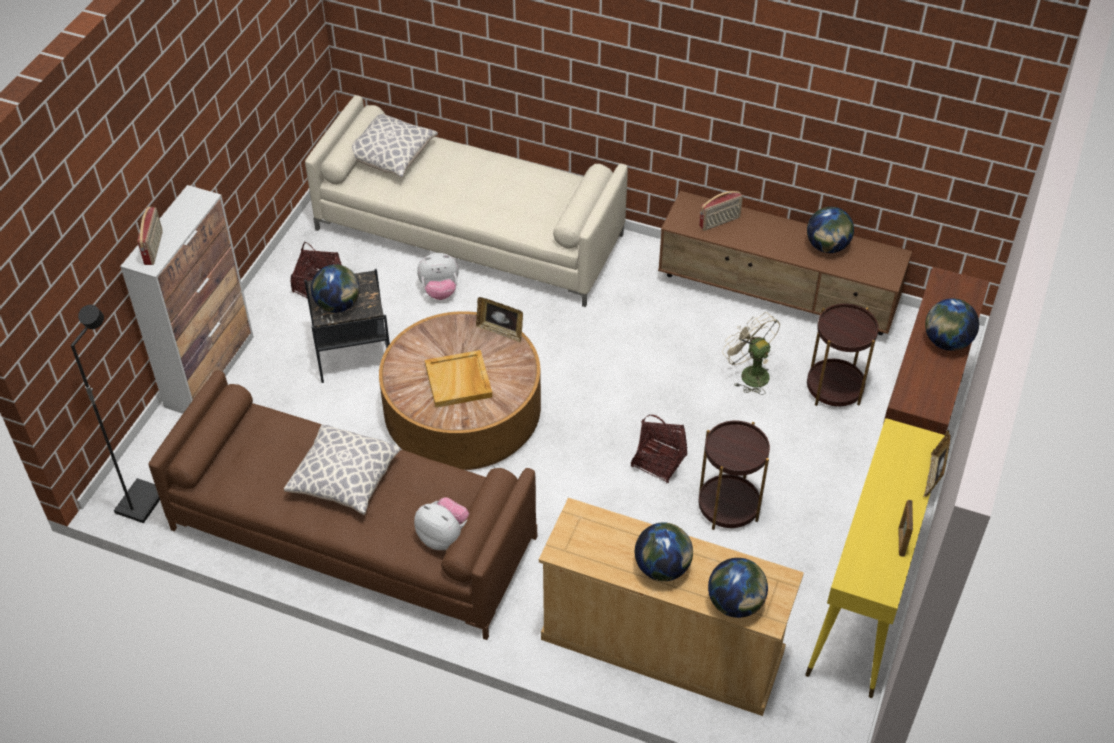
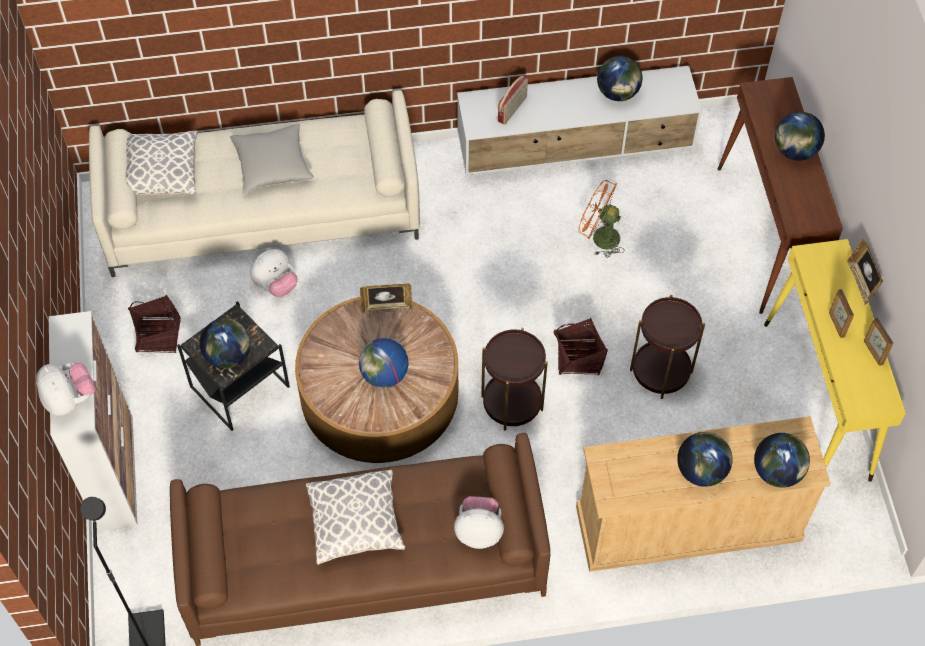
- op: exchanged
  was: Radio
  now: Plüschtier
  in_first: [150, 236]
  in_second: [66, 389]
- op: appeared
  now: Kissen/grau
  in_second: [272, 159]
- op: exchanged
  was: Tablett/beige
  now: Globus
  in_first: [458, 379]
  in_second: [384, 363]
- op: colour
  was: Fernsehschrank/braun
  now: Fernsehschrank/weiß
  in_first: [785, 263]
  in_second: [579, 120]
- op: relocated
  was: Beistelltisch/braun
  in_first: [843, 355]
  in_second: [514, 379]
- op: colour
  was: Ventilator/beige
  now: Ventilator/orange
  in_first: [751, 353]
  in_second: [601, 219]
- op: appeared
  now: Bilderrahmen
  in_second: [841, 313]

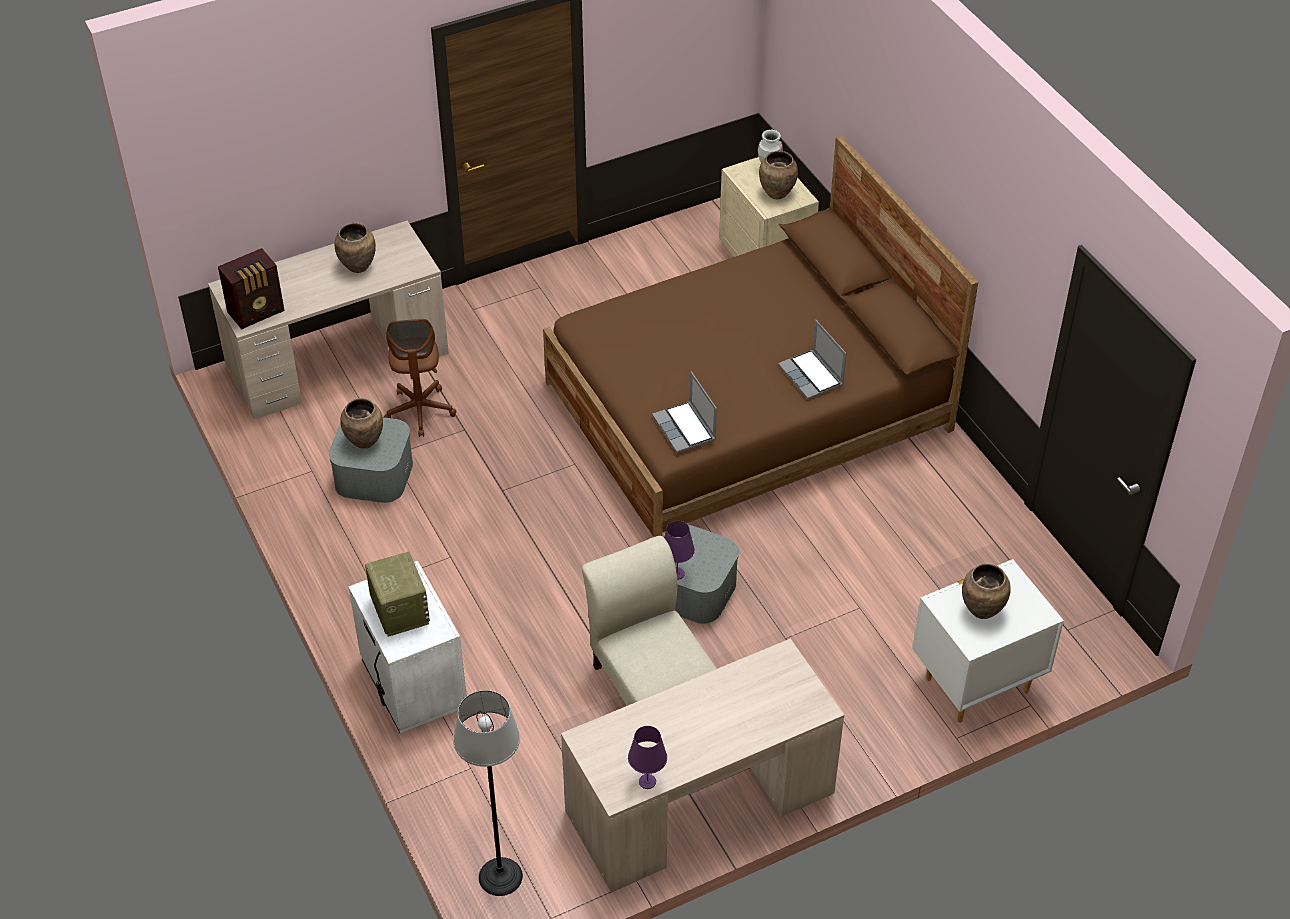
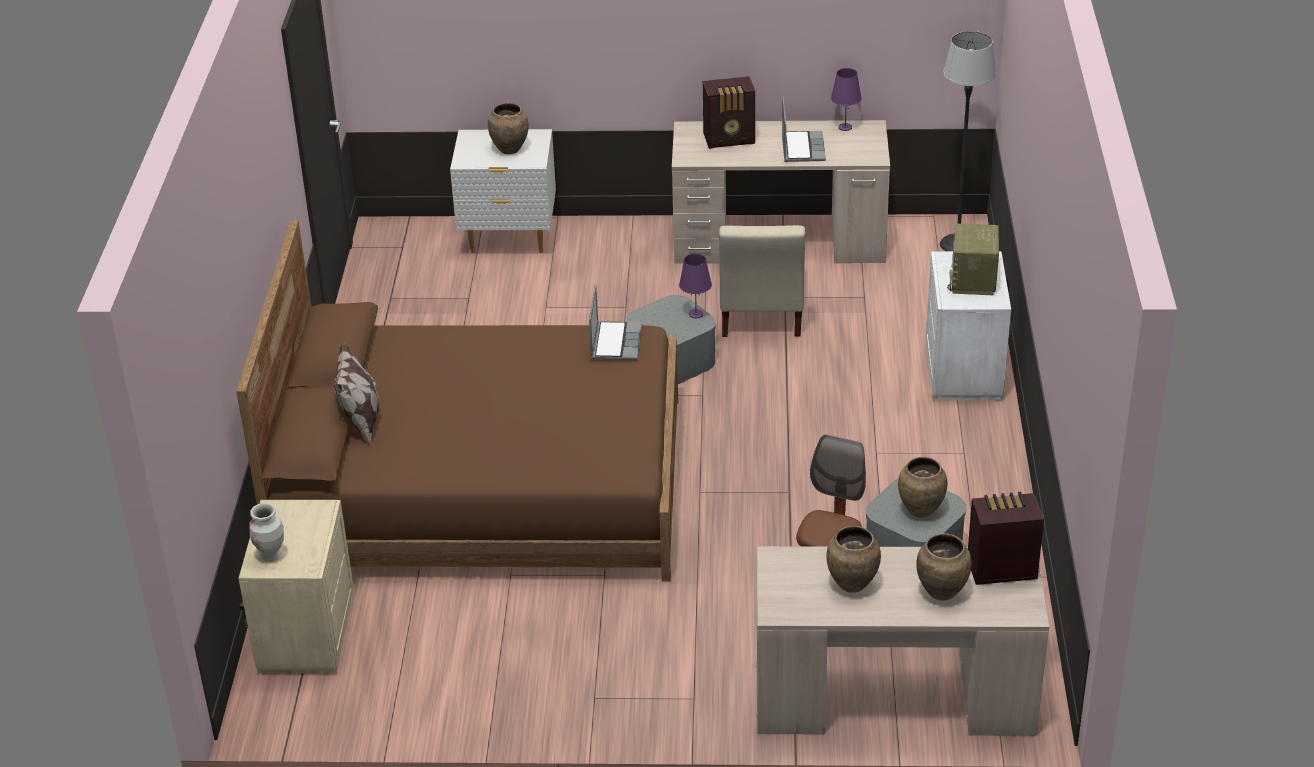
- op: appeared
  now: Kissen
  in_second: [356, 394]
- op: appeared
  now: Radio
  in_second: [729, 112]
- op: relocated
  was: Laptop
  in_first: [812, 359]
  in_second: [804, 129]
- op: relocated
  was: Vase/braun
  in_first: [778, 175]
  in_second: [944, 567]

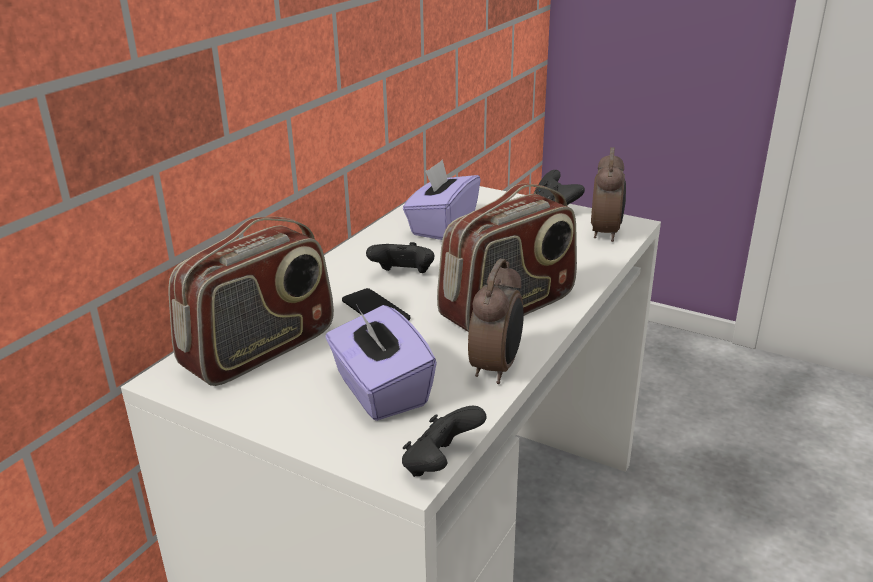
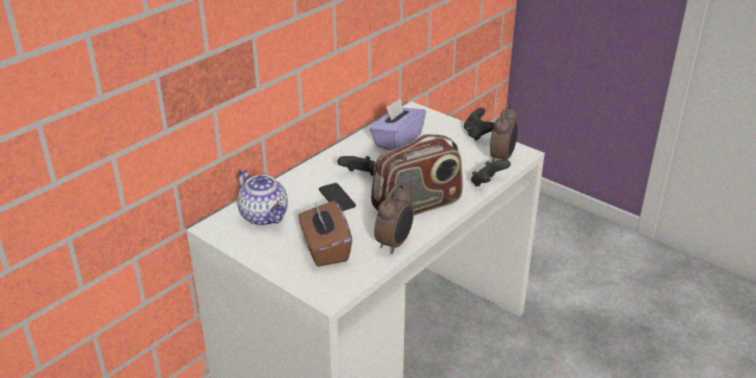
- op: exchanged
  was: Radio
  now: Teekanne
  in_first: [251, 301]
  in_second: [262, 198]
- op: colour
  was: Taschentuchbox/lila
  now: Taschentuchbox/braun
  in_first: [381, 362]
  in_second: [325, 234]
- op: relocated
  was: Gamepad/schwarz
  in_first: [444, 441]
  in_second: [491, 173]

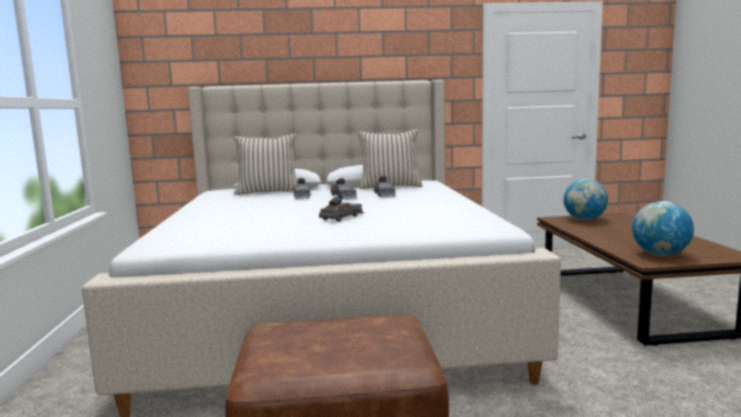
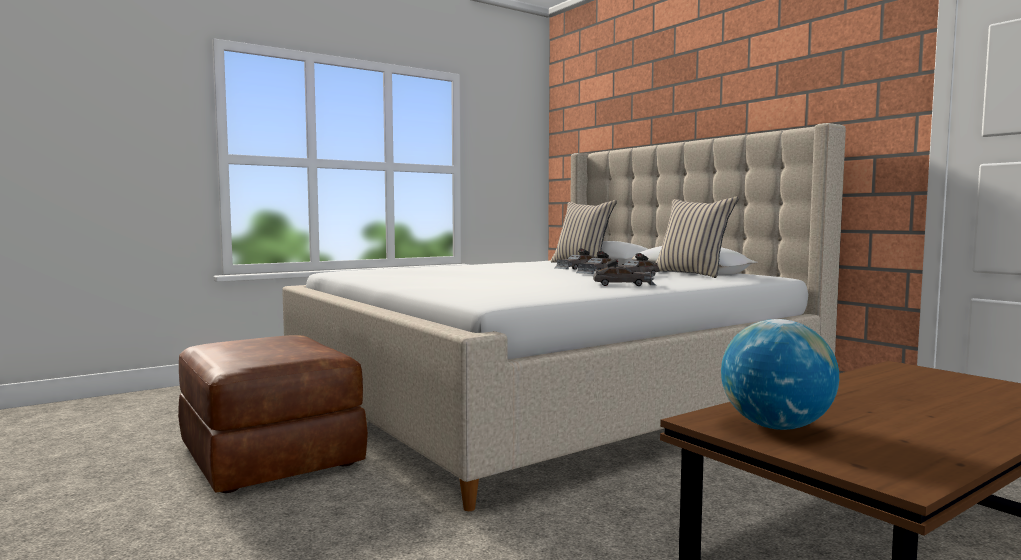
- op: relocated
  was: Spielzeugauto/grau
  in_first: [341, 209]
  in_second: [624, 272]
- op: missing
  was: Globus
  in_first: [585, 199]

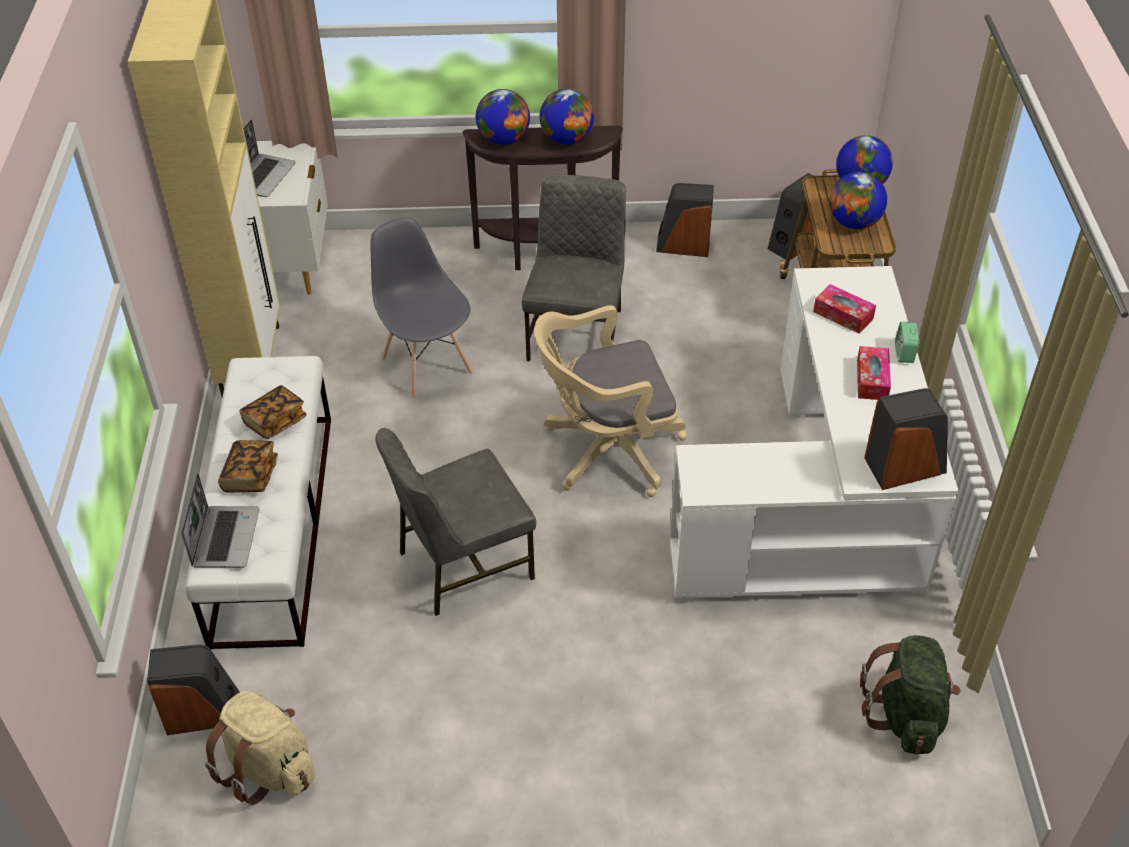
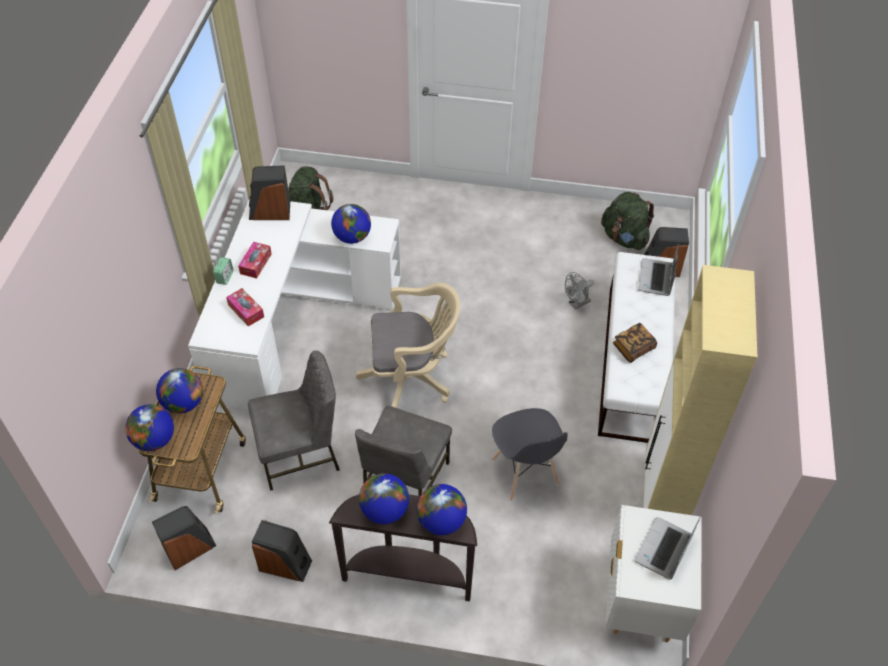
- op: relocated
  was: Stuhl/grau
  in_first: [455, 522]
  in_second: [294, 420]
- op: appeared
  now: Globus
  in_second: [351, 224]
- op: appeared
  now: Ventilator/grau
  in_second: [579, 290]
- op: colour
  was: Rucksack/beige
  now: Rucksack/grün
  in_first: [260, 748]
  in_second: [627, 221]
- op: missing
  was: Buch
  in_first: [248, 466]

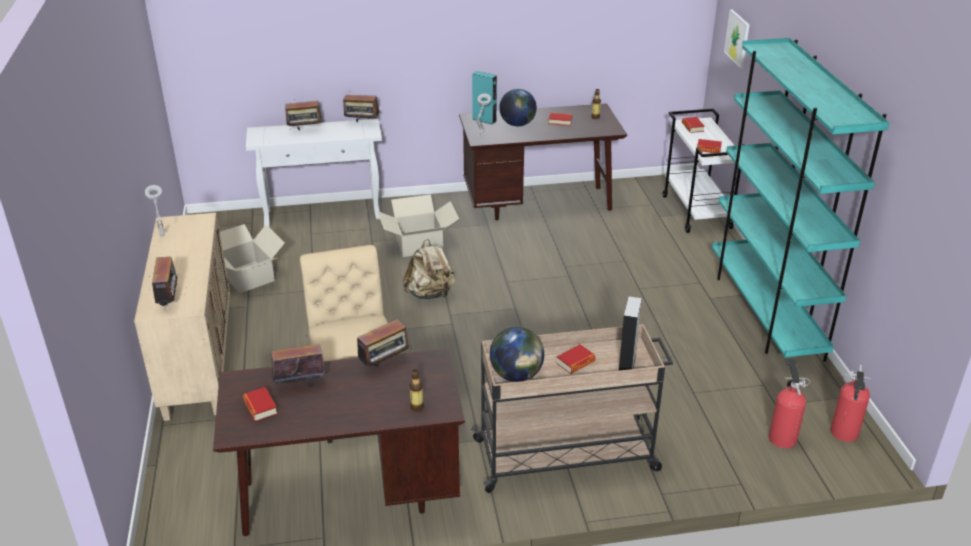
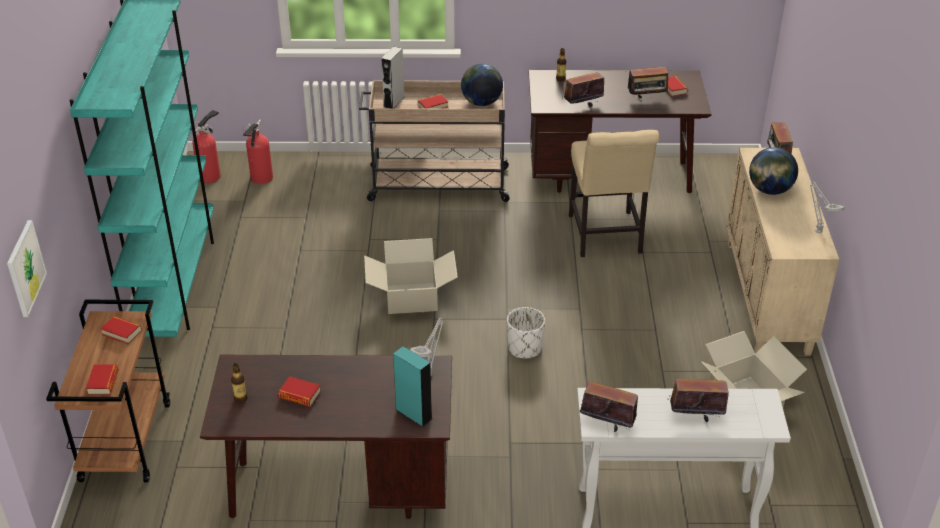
- op: colour
  was: Rollwagen/weiß
  now: Rollwagen/braun
  in_first: [704, 170]
  in_second: [108, 391]
- op: relocated
  was: Karton
  in_first: [418, 225]
  in_second: [411, 276]
- op: exchanged
  was: Rucksack/beige
  now: Pflanzkübel/weiß
  in_first: [429, 269]
  in_second: [526, 332]
- op: relocated
  was: Globus
  in_first: [518, 107]
  in_second: [773, 171]

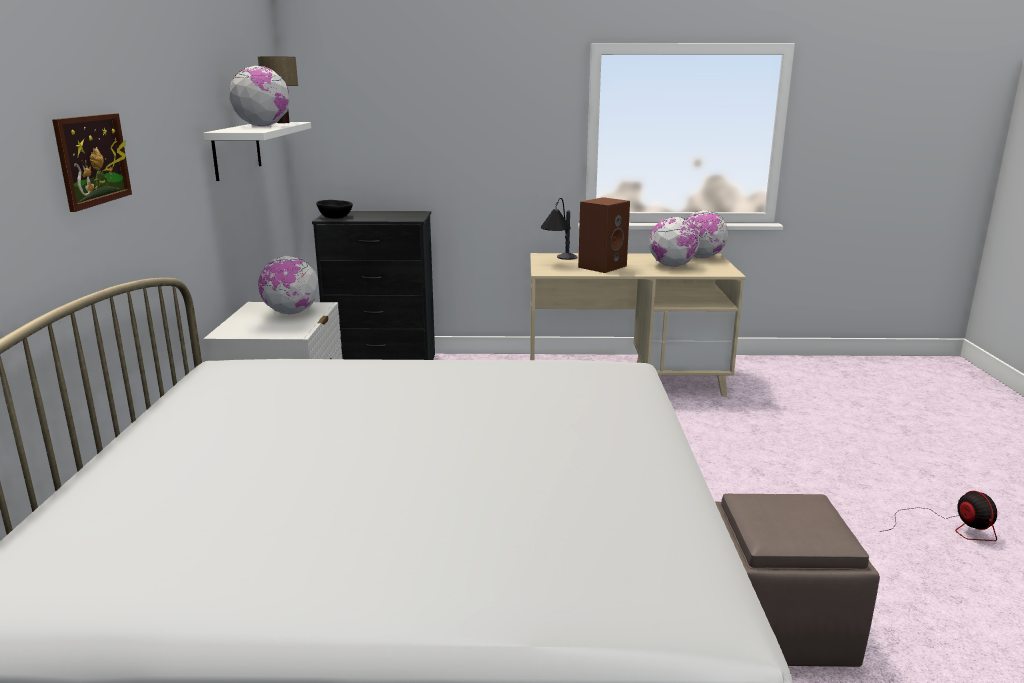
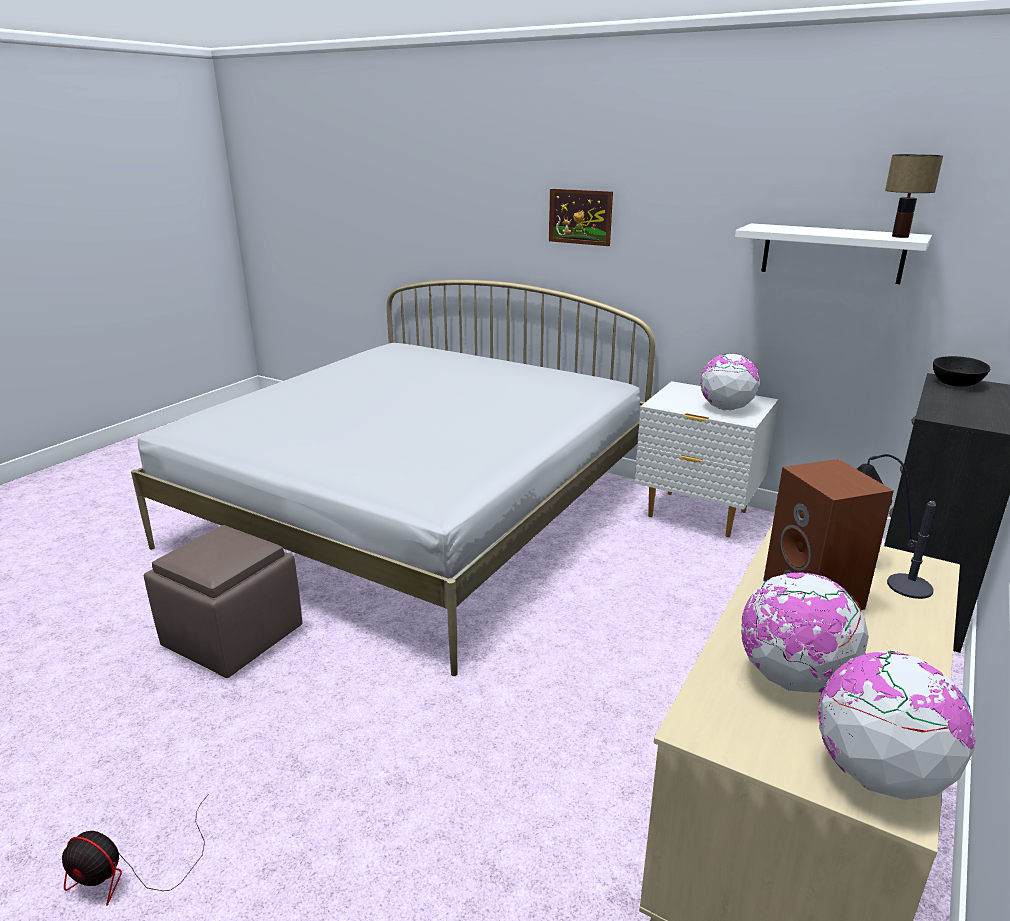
- op: missing
  was: Globus
  in_first: [259, 96]

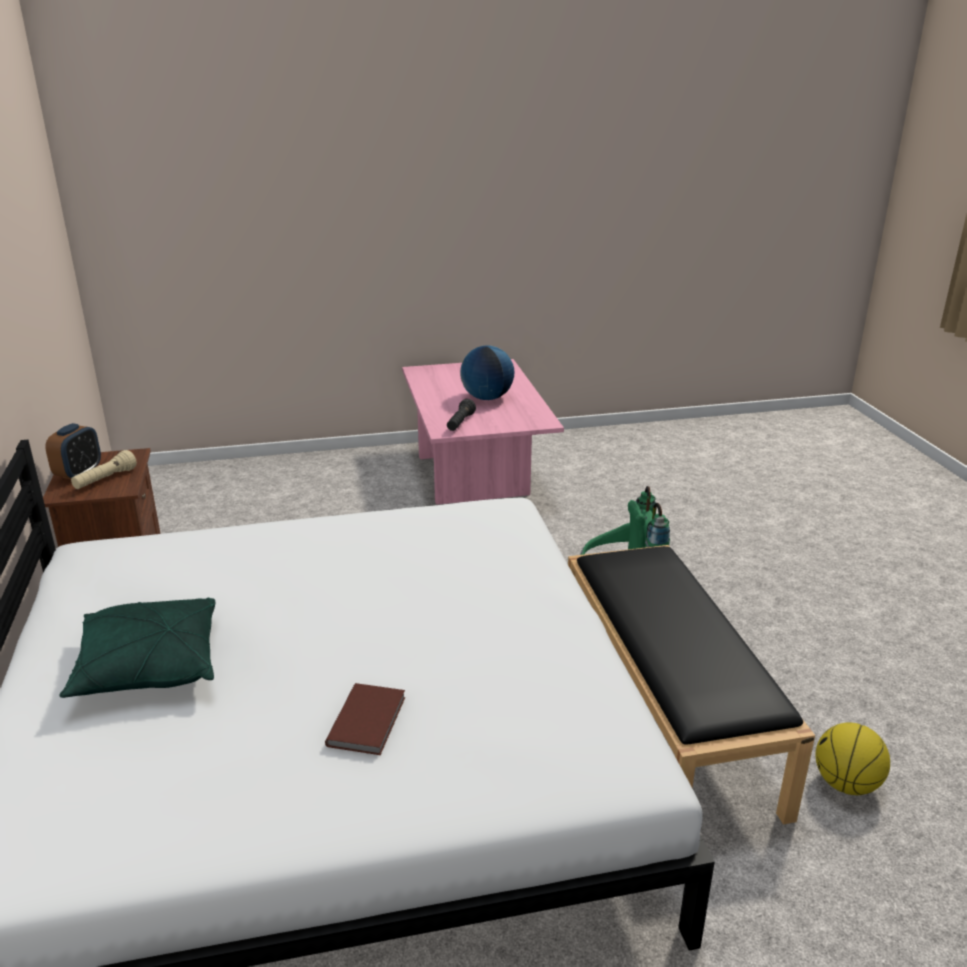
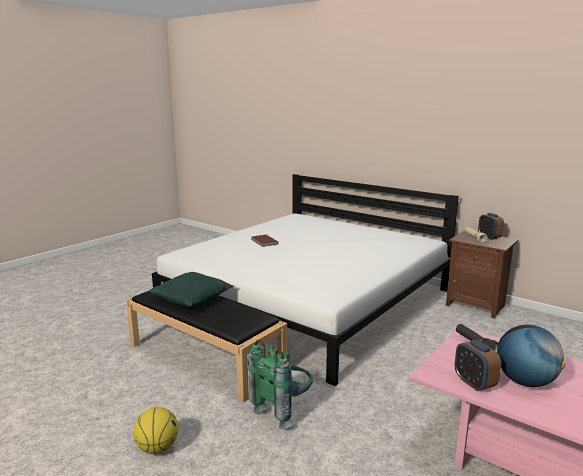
- op: relocated
  was: Basketball
  in_first: [853, 759]
  in_second: [155, 430]
- op: relocated
  was: Kissen/grün
  in_first: [138, 648]
  in_second: [191, 290]
- op: appeared
  now: Wecker
  in_second: [478, 365]

